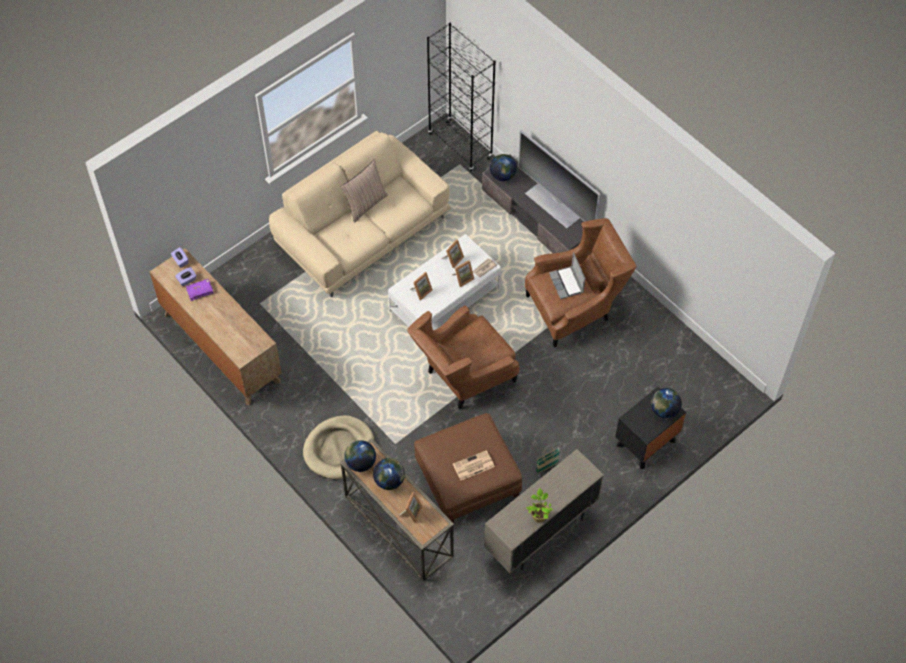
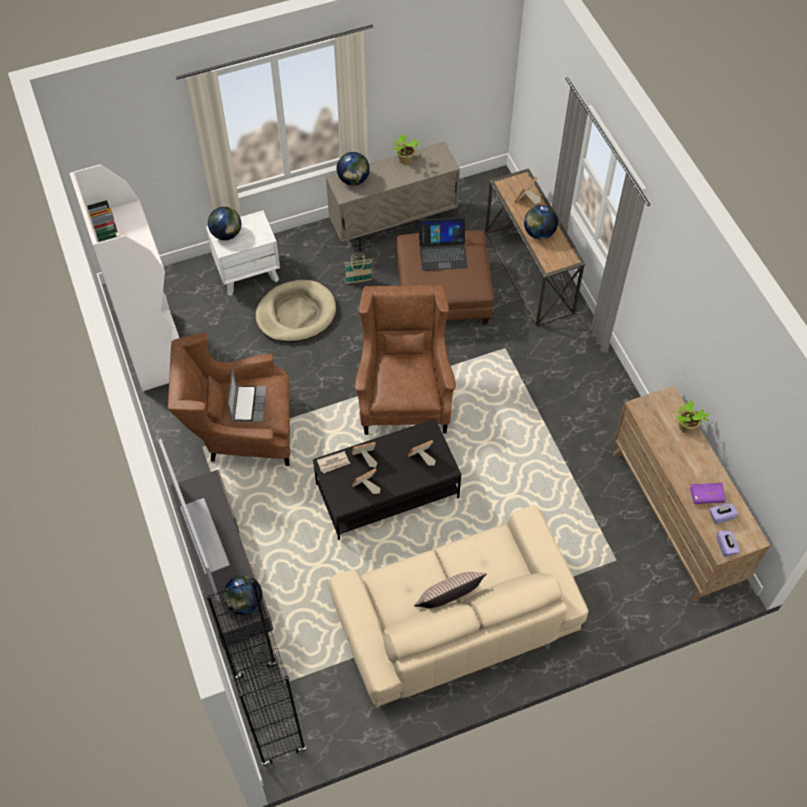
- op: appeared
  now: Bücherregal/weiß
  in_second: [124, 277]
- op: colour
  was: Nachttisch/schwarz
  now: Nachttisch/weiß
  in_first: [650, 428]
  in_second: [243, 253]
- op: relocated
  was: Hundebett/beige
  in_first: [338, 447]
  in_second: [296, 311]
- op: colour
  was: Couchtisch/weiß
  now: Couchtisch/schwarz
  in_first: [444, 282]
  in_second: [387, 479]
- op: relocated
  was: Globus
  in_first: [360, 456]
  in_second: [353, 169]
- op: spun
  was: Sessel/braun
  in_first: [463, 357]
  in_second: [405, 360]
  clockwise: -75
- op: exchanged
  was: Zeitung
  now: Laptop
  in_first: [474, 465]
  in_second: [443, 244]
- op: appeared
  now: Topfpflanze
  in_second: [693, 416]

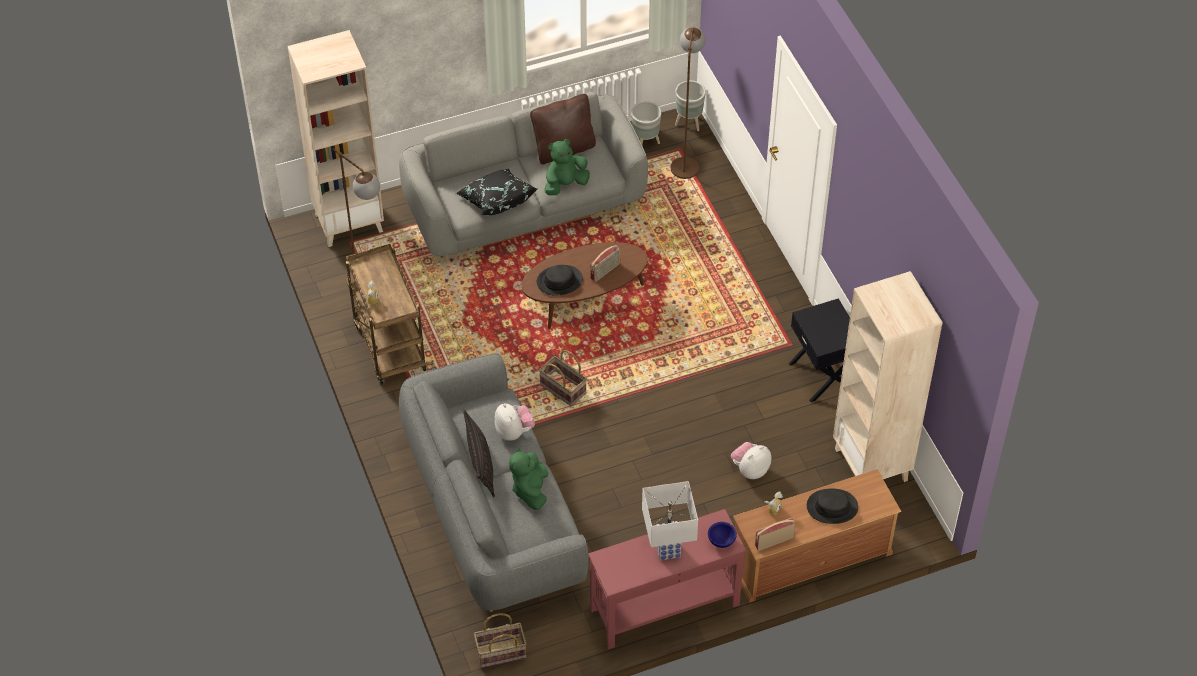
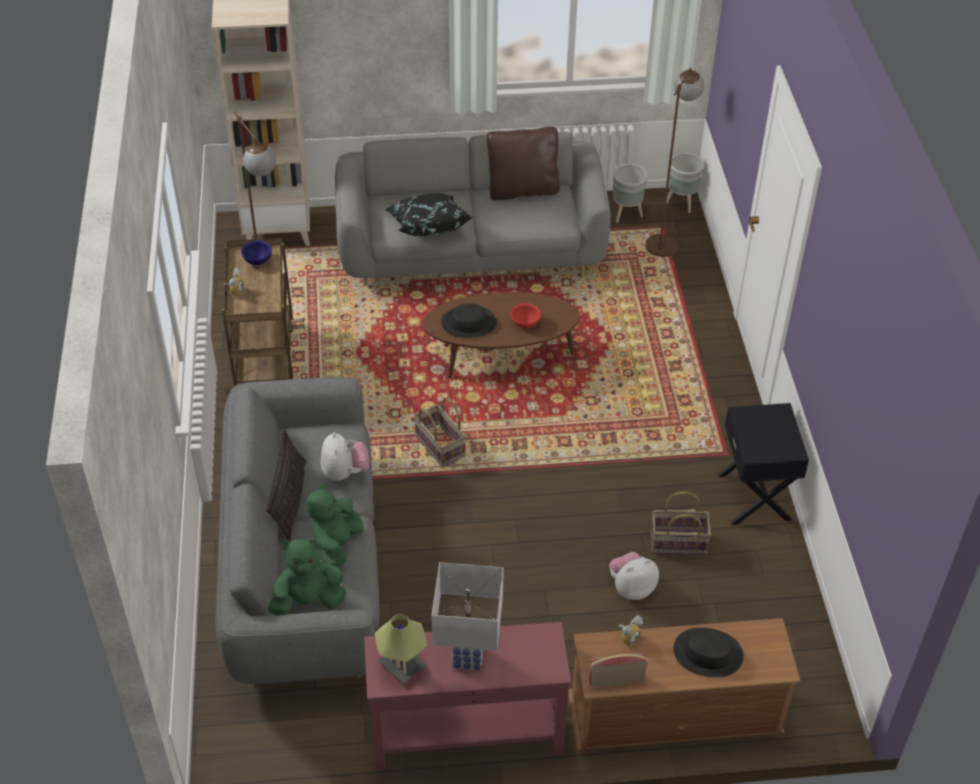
- op: relocated
  was: Schüssel/blau
  in_first: [722, 535]
  in_second: [256, 252]
- op: relocated
  was: Plüschtier/grün
  in_first: [567, 167]
  in_second: [307, 577]
- op: appeared
  now: Tischlampe
  in_second: [401, 649]
- op: exchanged
  was: Radio
  now: Schüssel/rot
  in_first: [605, 263]
  in_second: [526, 315]
- op: relocated
  was: Korb
  in_first: [500, 640]
  in_second: [681, 523]
- op: missing
  was: Bücherregal/beige
  in_first: [888, 376]

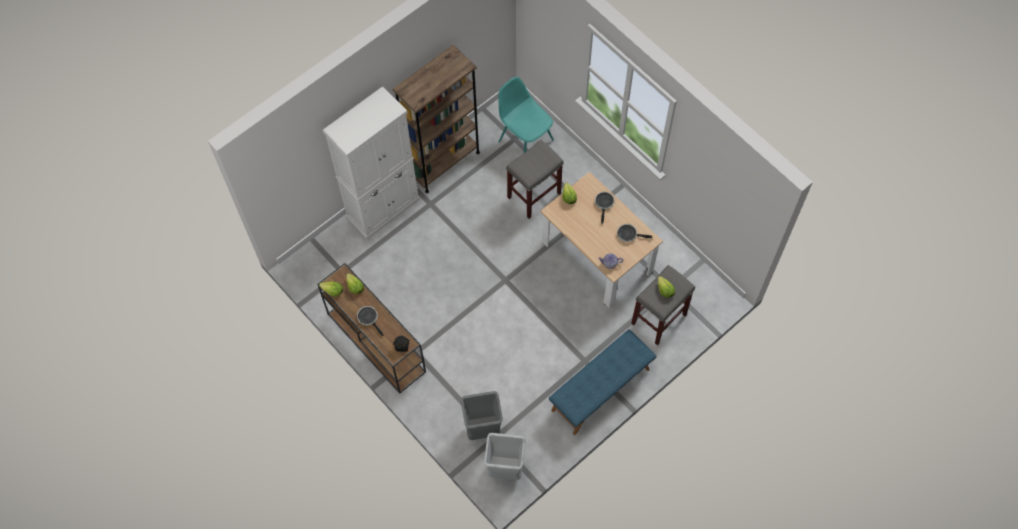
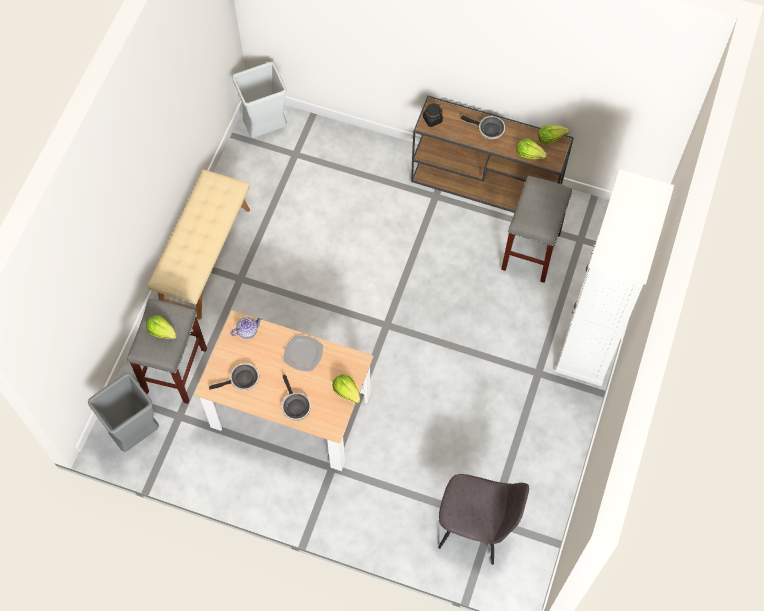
- op: relocated
  was: Mülleimer/grau
  in_first: [482, 415]
  in_second: [123, 412]
- op: colour
  was: Bank/blau
  now: Bank/beige
  in_first: [602, 382]
  in_second: [199, 245]
- op: appeared
  now: Teller
  in_second: [303, 353]
- op: colour
  was: Stuhl/türkis
  now: Stuhl/grau
  in_first: [526, 114]
  in_second: [483, 519]
- op: relocated
  was: Hocker/grau
  in_first: [535, 179]
  in_second: [536, 229]
- op: missing
  was: Bücherregal/braun
  in_first: [436, 119]

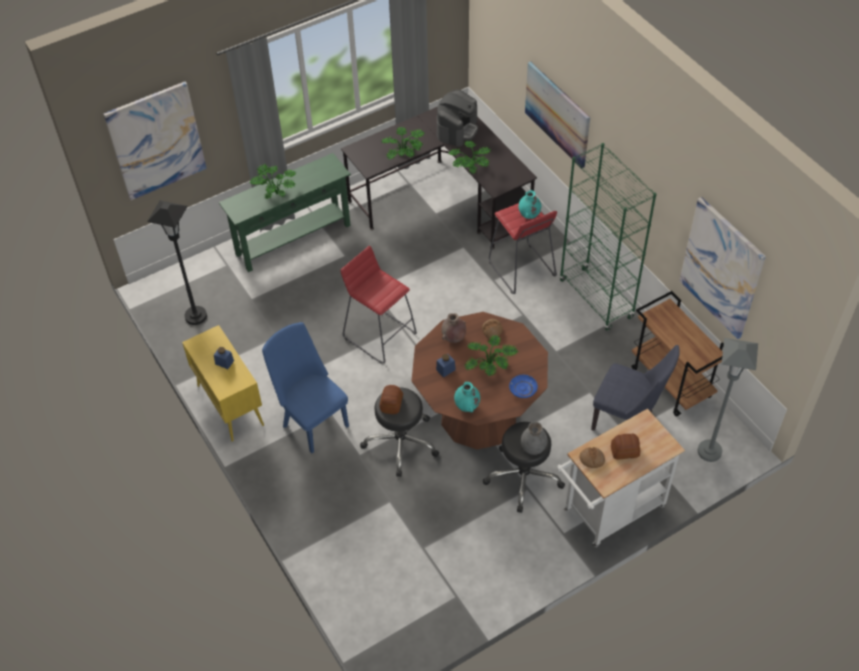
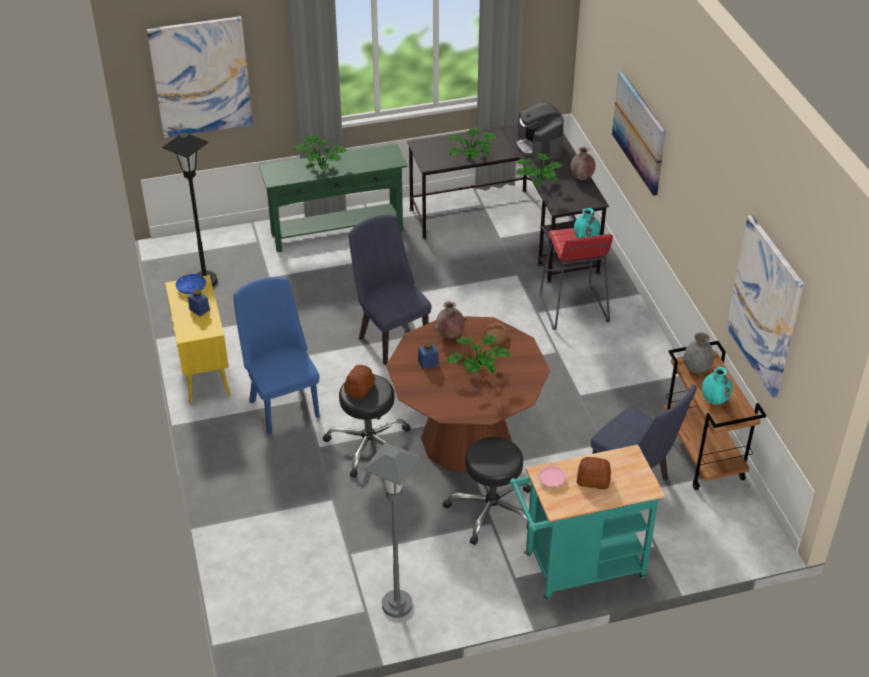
- op: relocated
  was: Teller/blau
  in_first: [523, 386]
  in_second: [191, 284]
- op: exchanged
  was: Hocker/rot
  now: Stuhl/blau
  in_first: [379, 305]
  in_second: [390, 290]
- op: relocated
  was: Stehlampe/grau
  in_first: [728, 400]
  in_second: [392, 530]
- op: colour
  was: Rollwagen/weiß
  now: Rollwagen/türkis
  in_first: [621, 478]
  in_second: [587, 523]
- op: spun
  was: Kaffeemaschine
  in_first: [457, 118]
  in_second: [540, 131]
  clockwise: 120
- op: exchanged
  was: Brot
  now: Teller/rosa
  in_first: [592, 457]
  in_second: [552, 476]
- op: appeared
  now: Vase/braun
  in_second: [583, 163]
- op: relocated
  was: Vase/grau
  in_first: [534, 438]
  in_second: [699, 352]
- op: relocated
  was: Vase/türkis
  in_first: [467, 397]
  in_second: [717, 385]
- op: missing
  was: Bücherregal/grün
  in_first: [608, 237]

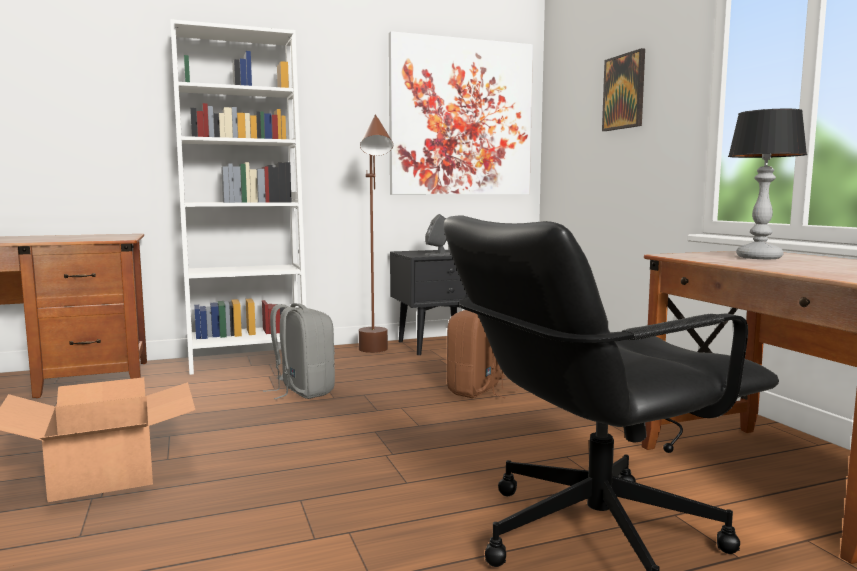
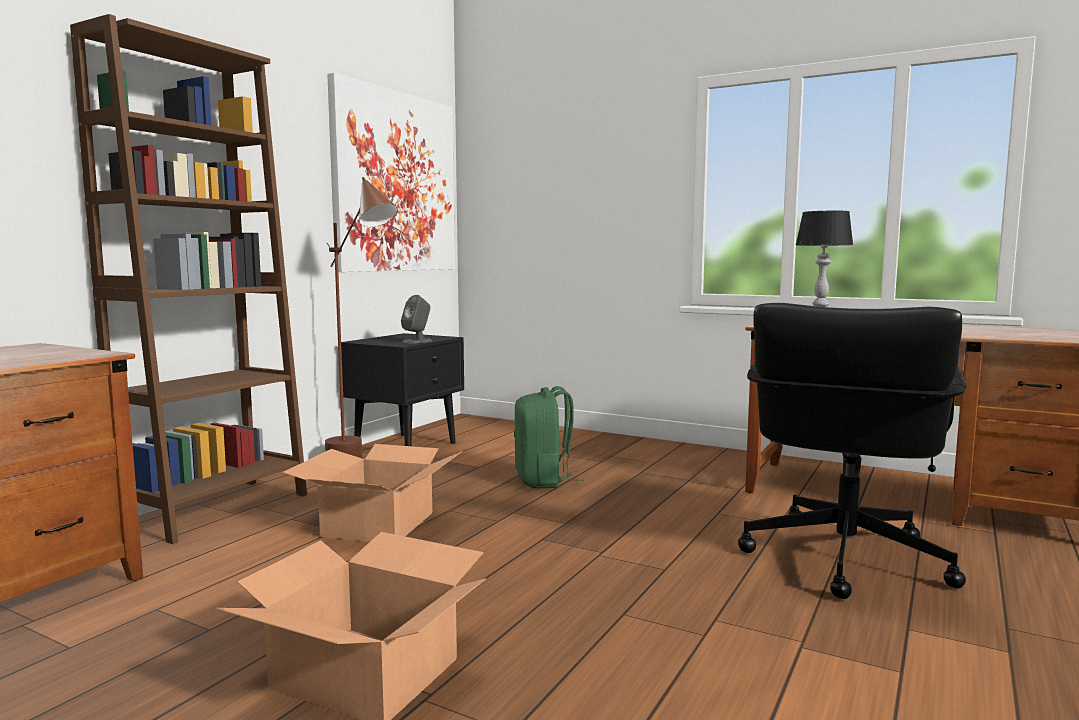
- op: colour
  was: Bücherregal/weiß
  now: Bücherregal/braun
  in_first: [238, 197]
  in_second: [188, 279]
- op: exchanged
  was: Rucksack/grau
  now: Karton
  in_first: [299, 351]
  in_second: [373, 493]
- op: colour
  was: Rucksack/braun
  now: Rucksack/grün
  in_first: [482, 354]
  in_second: [549, 437]
- op: missing
  was: Bild
  in_first: [623, 89]

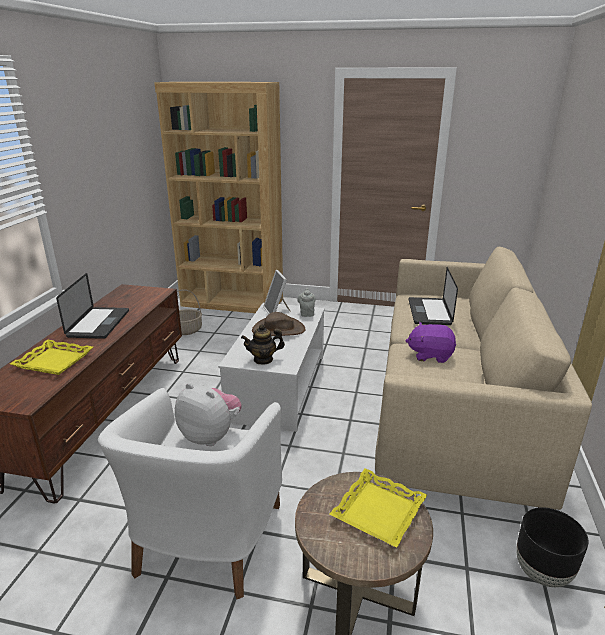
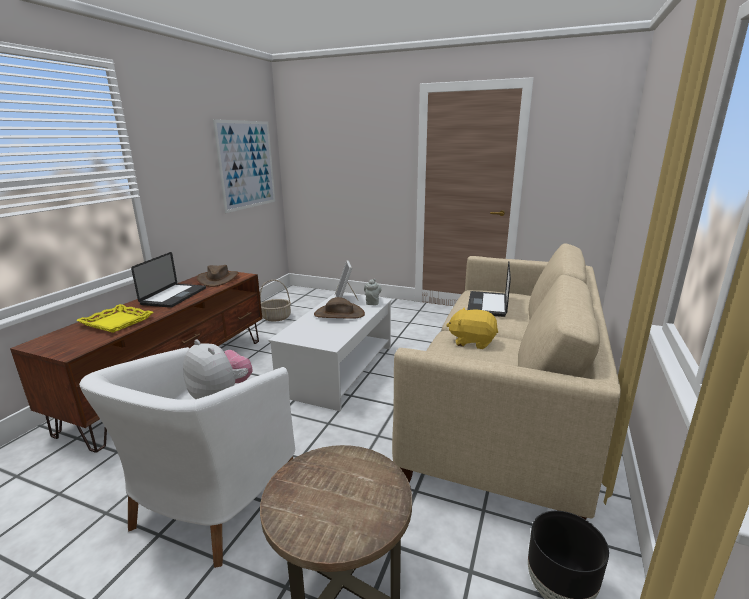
- op: appeared
  now: Hut/braun
  in_second: [217, 276]
- op: appeared
  now: Bild
  in_second: [244, 166]
- op: colour
  was: Plüschtier/lila
  now: Plüschtier/gelb
  in_first: [430, 342]
  in_second: [472, 328]
- op: missing
  was: Bücherregal/braun
  in_first: [218, 197]
- op: missing
  was: Teekanne
  in_first: [263, 344]
- op: missing
  was: Tablett/gelb
  in_first: [378, 508]

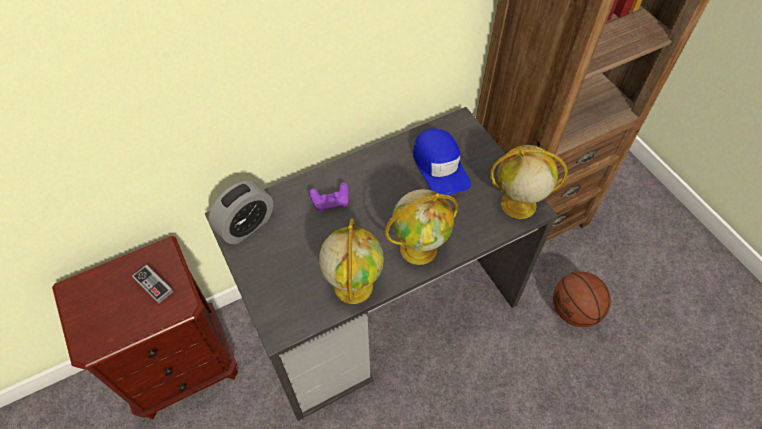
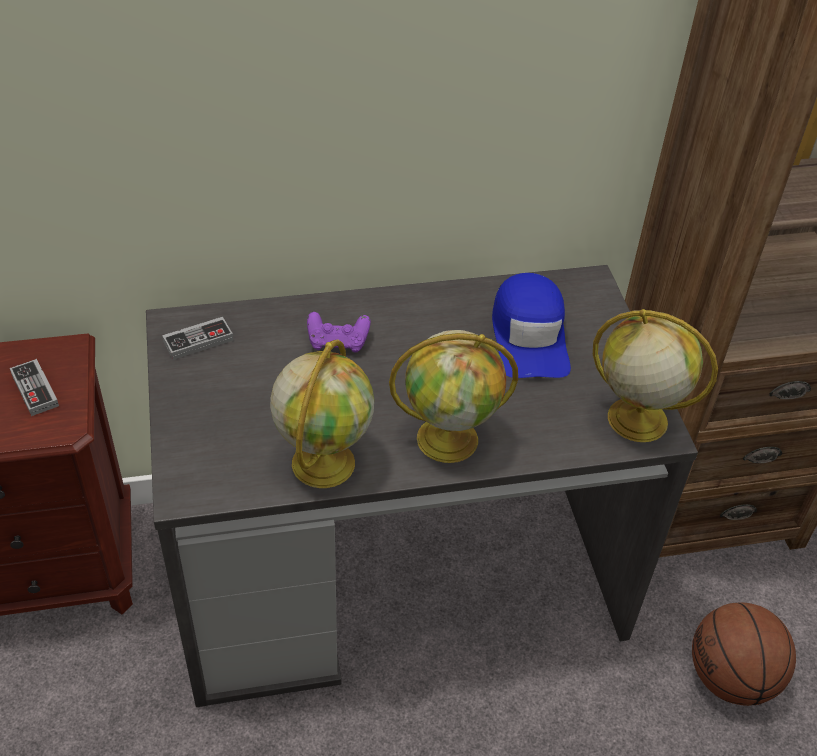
- op: exchanged
  was: Wecker
  now: Gamepad
  in_first: [241, 212]
  in_second: [197, 338]

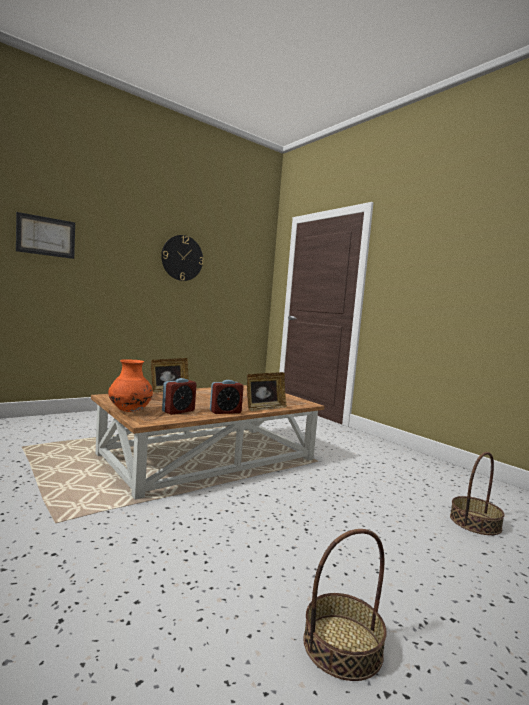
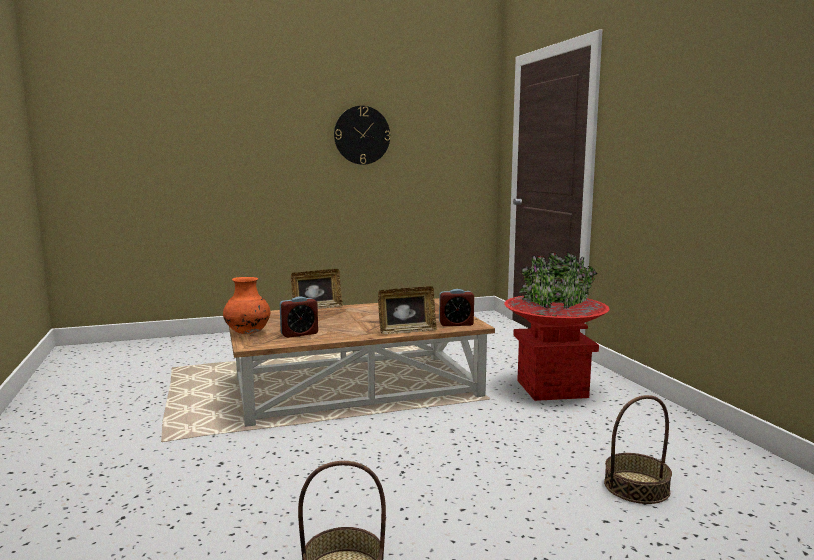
- op: relocated
  was: Wecker
  in_first: [227, 397]
  in_second: [456, 307]
- op: appeared
  now: Pflanzkübel/rot
  in_second: [556, 326]
- op: missing
  was: Bild
  in_first: [45, 235]

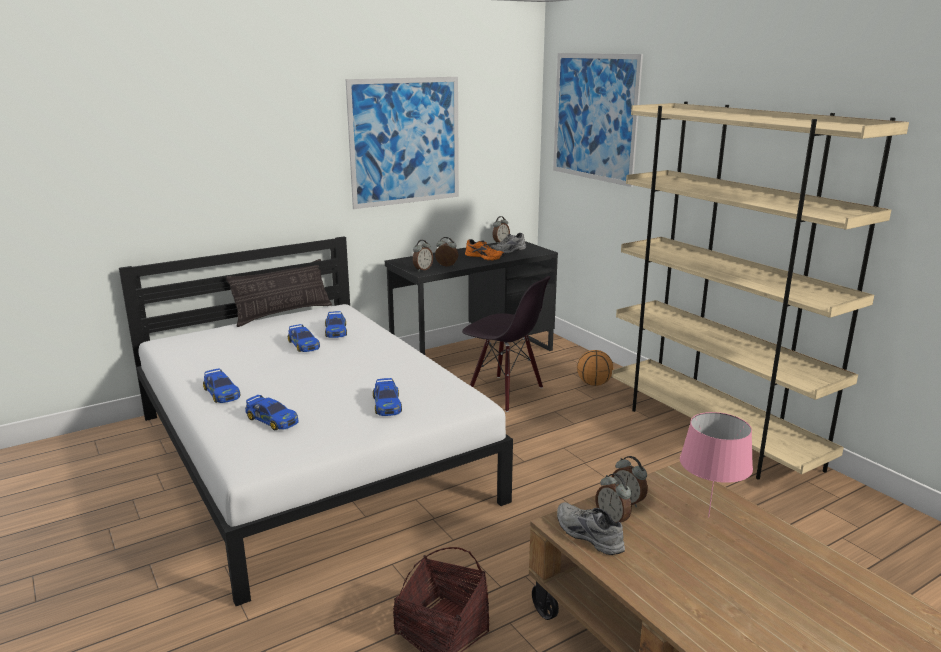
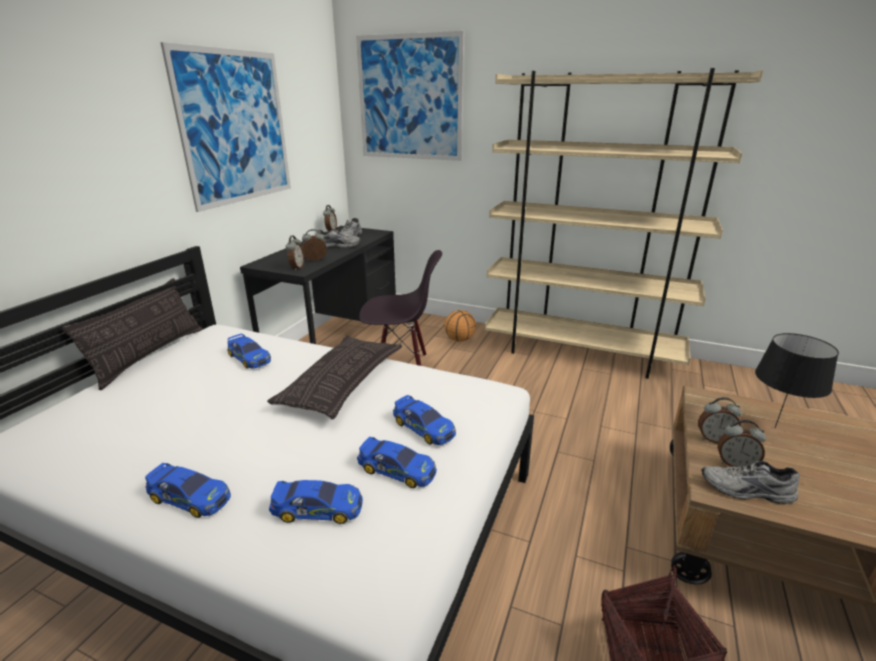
- op: appeared
  now: Kissen
  in_second: [334, 377]
- op: colour
  was: Schuh/orange
  now: Schuh/grau
  in_first: [485, 249]
  in_second: [339, 238]
- op: relocated
  was: Spielzeugauto
  in_first: [304, 338]
  in_second: [397, 462]
- op: colour
  was: Tischlampe/rosa
  now: Tischlampe/schwarz
  in_first: [716, 464]
  in_second: [797, 380]

